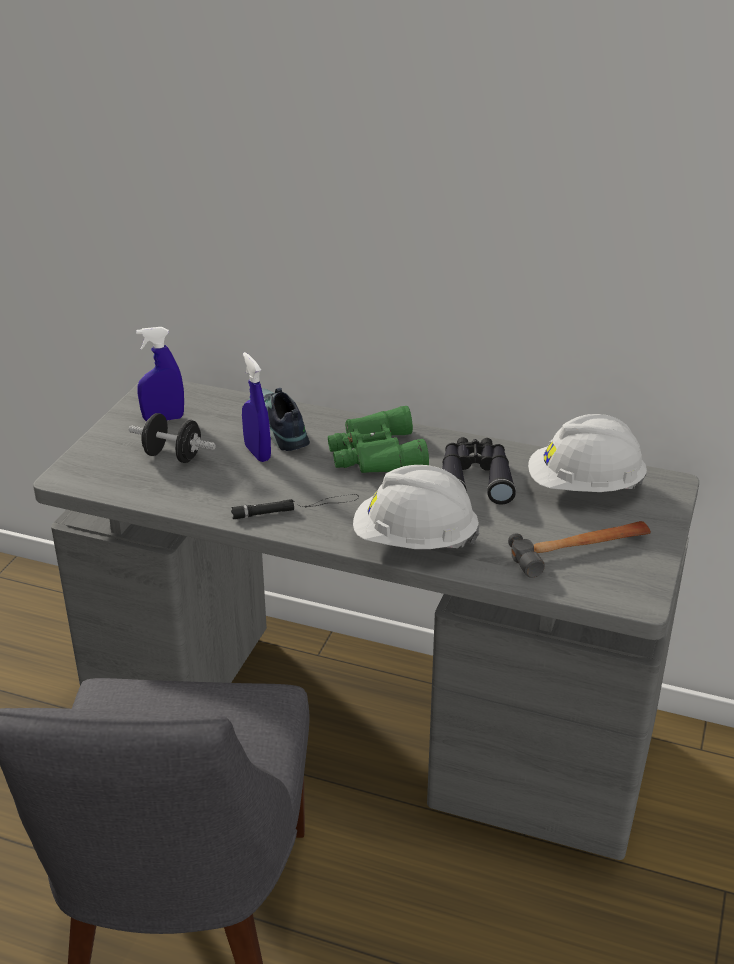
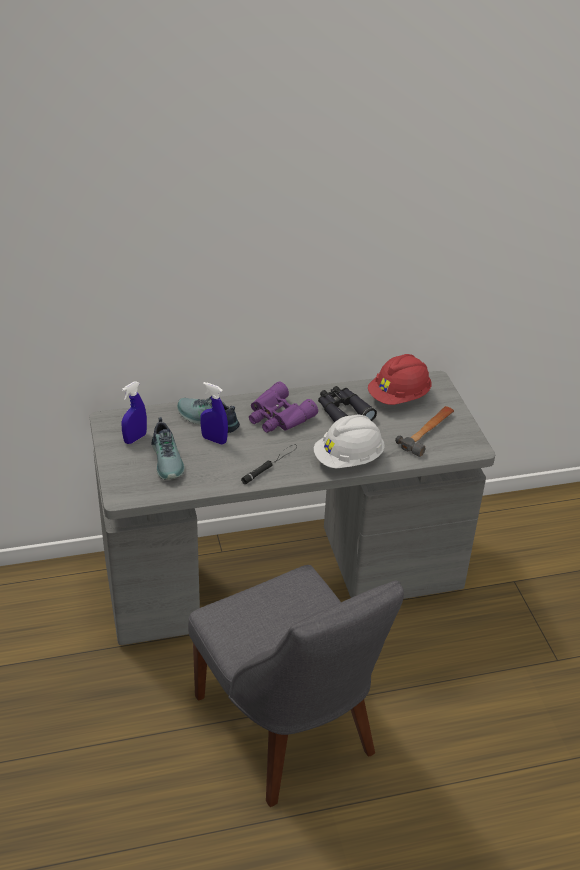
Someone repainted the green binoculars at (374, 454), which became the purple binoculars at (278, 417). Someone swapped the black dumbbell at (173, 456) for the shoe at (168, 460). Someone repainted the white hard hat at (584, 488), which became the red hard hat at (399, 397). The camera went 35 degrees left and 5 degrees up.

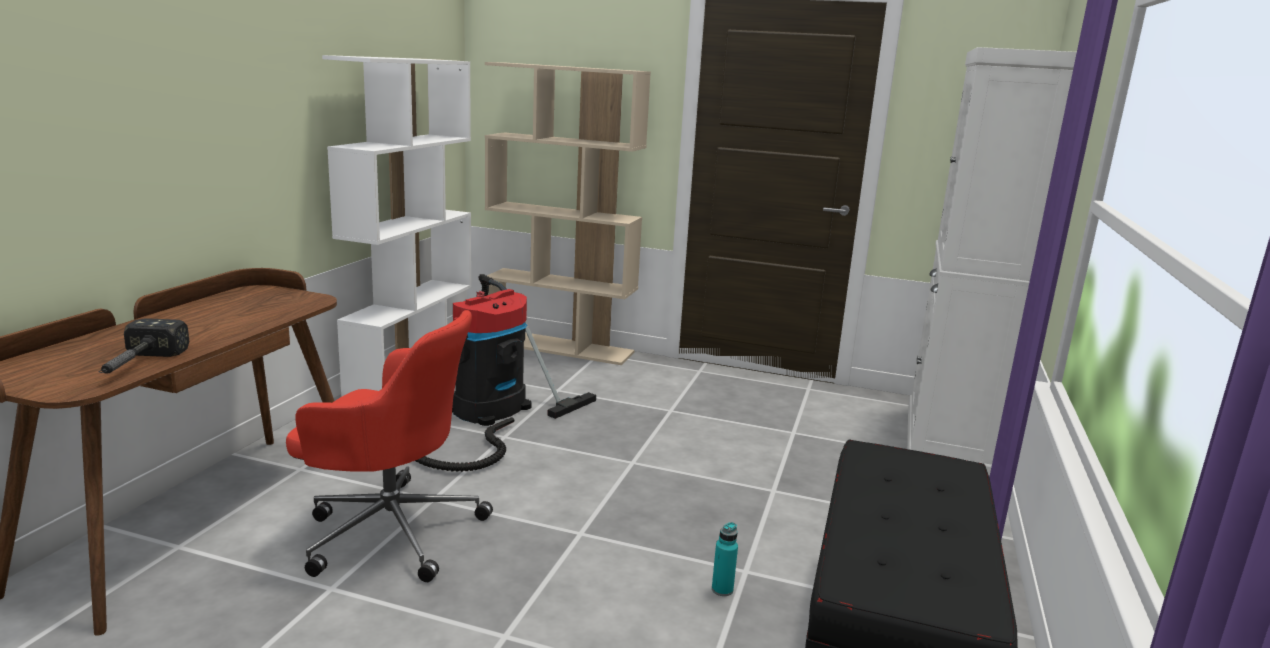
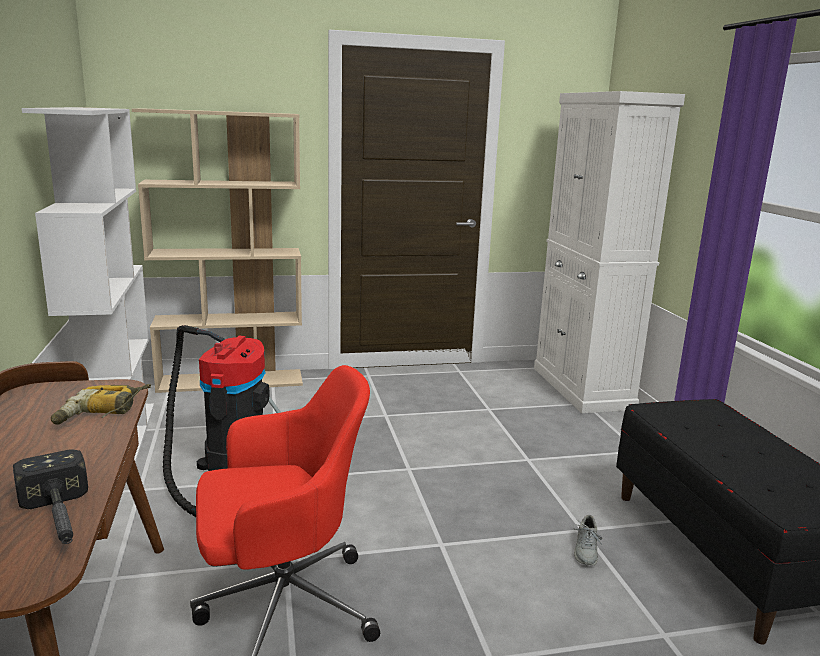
Someone swapped the turquoise bottle at (722, 589) for the grey shoe at (585, 550). Someone put down the power drill at (102, 413). The camera went 30 degrees left and 0 degrees up.

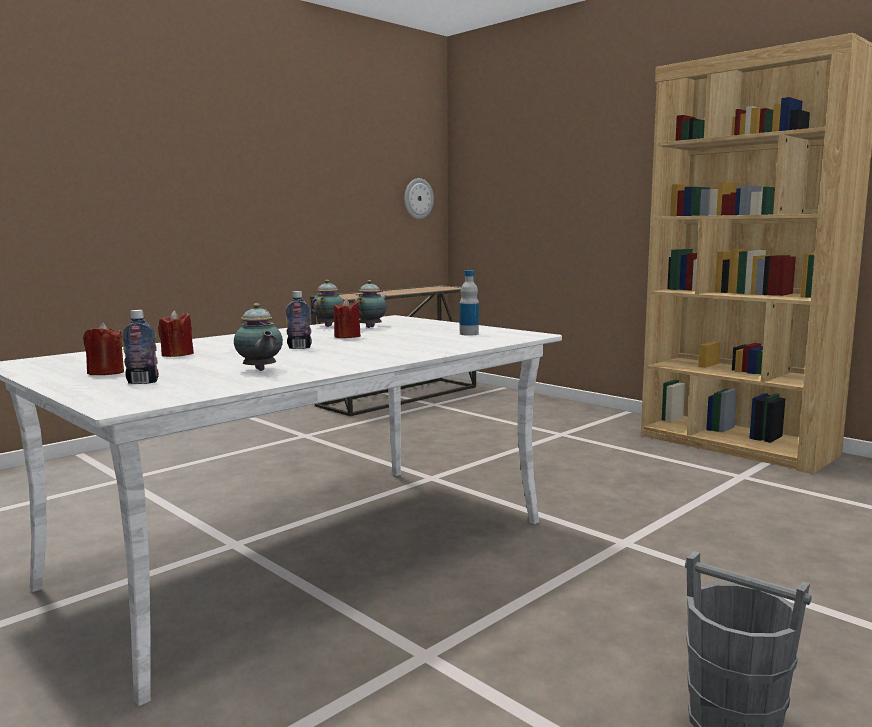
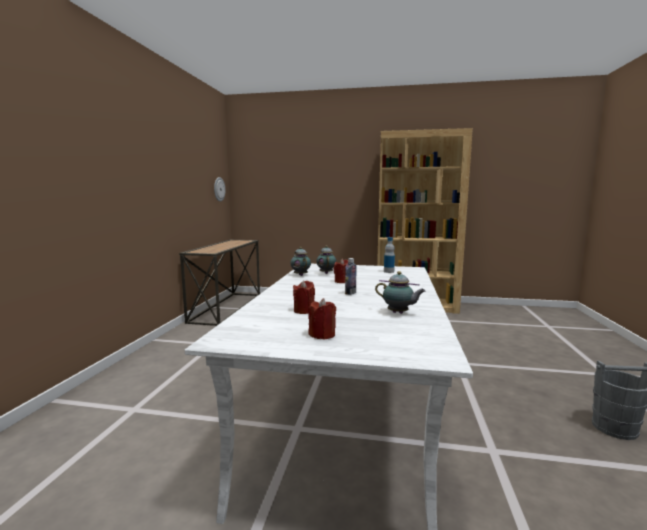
Someone took away the bottle at (142, 382). The camera went 35 degrees left and 0 degrees up.

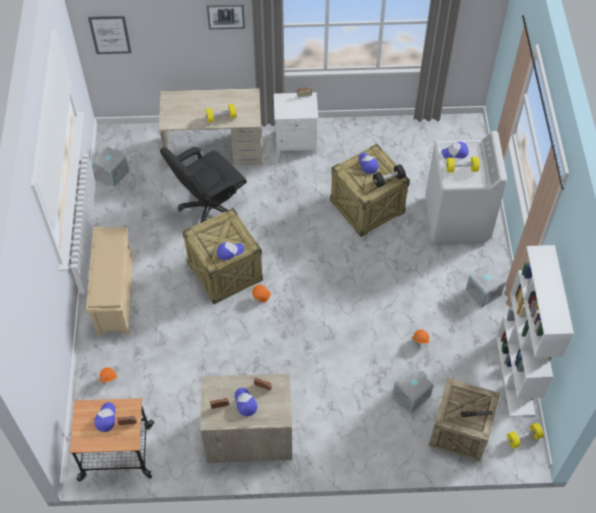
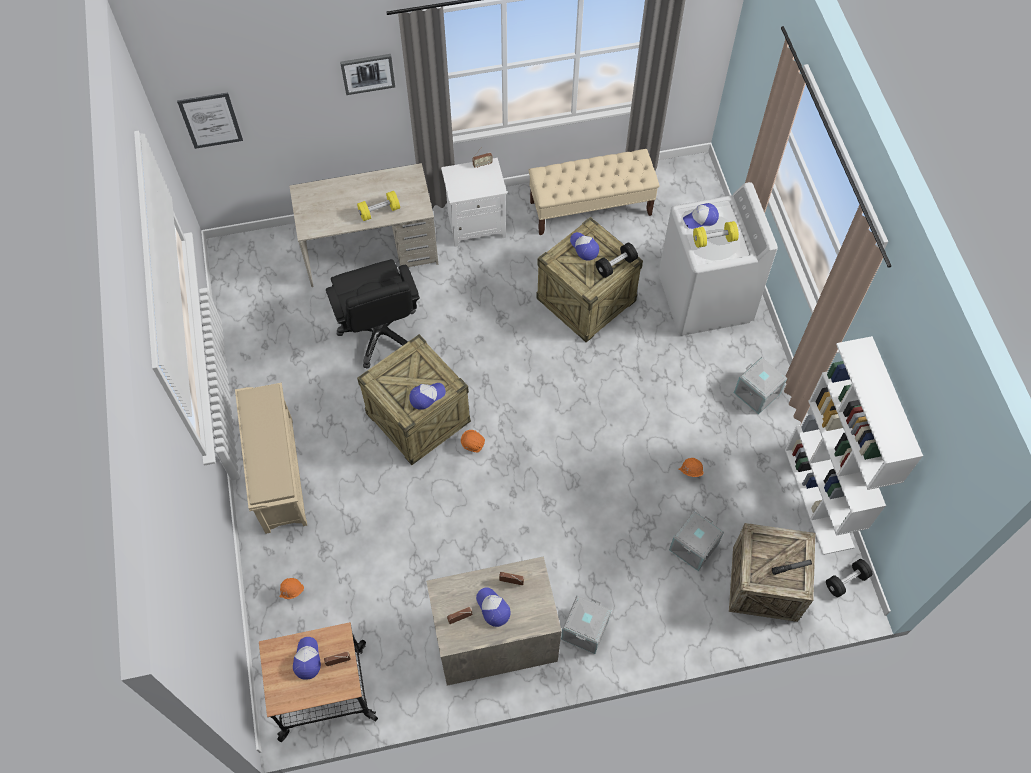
Someone carried the grey storage box from (112, 173) to (584, 629). Someone rotated the black office chair at (209, 208) by 60 degrees counterclockwise. Someone repainted the yellow dumbbell at (523, 438), which became the black dumbbell at (846, 581). Someone put down the beige bench at (591, 208). The camera went 10 degrees left and 5 degrees up.

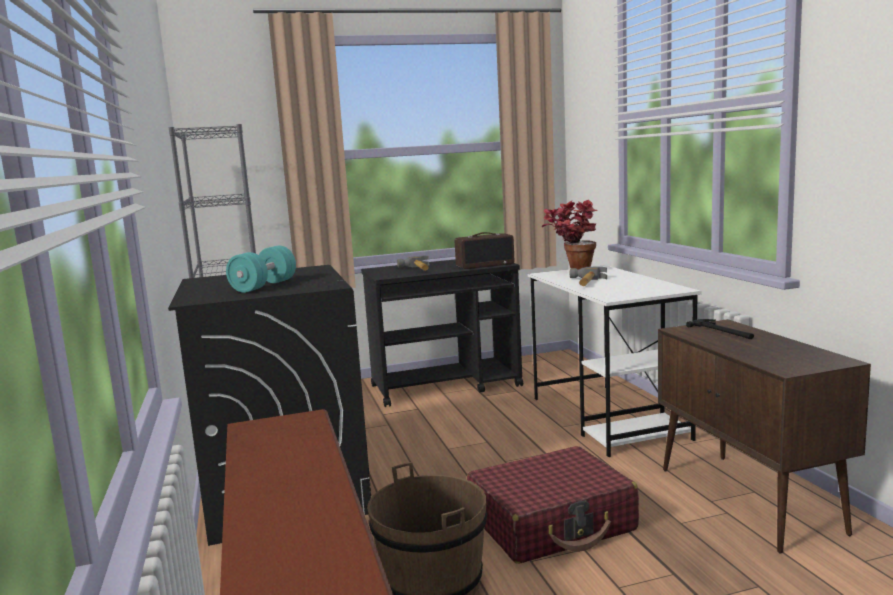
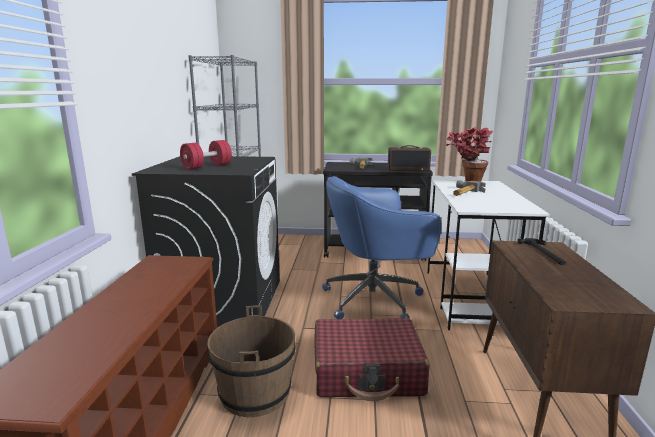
Someone repainted the turquoise dumbbell at (264, 286), which became the red dumbbell at (207, 166). Someone put down the blue office chair at (375, 299). The camera went 20 degrees right and 5 degrees up.

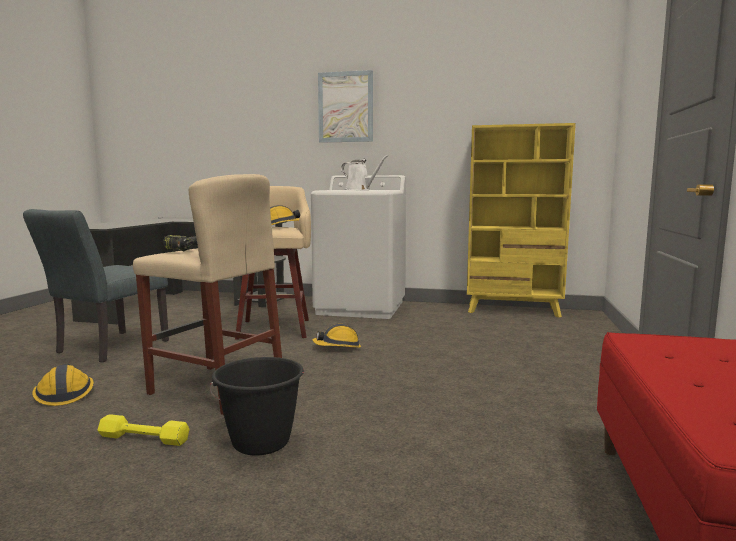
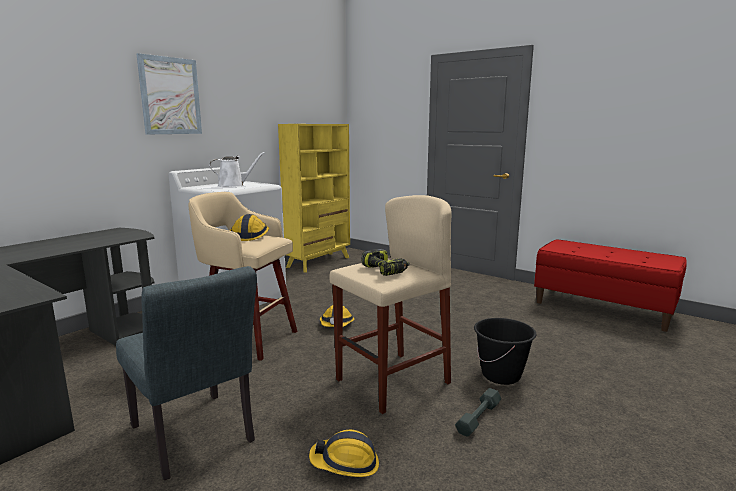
Someone repainted the yellow dumbbell at (143, 439), which became the grey dumbbell at (479, 418). The camera went 65 degrees left and 5 degrees up.

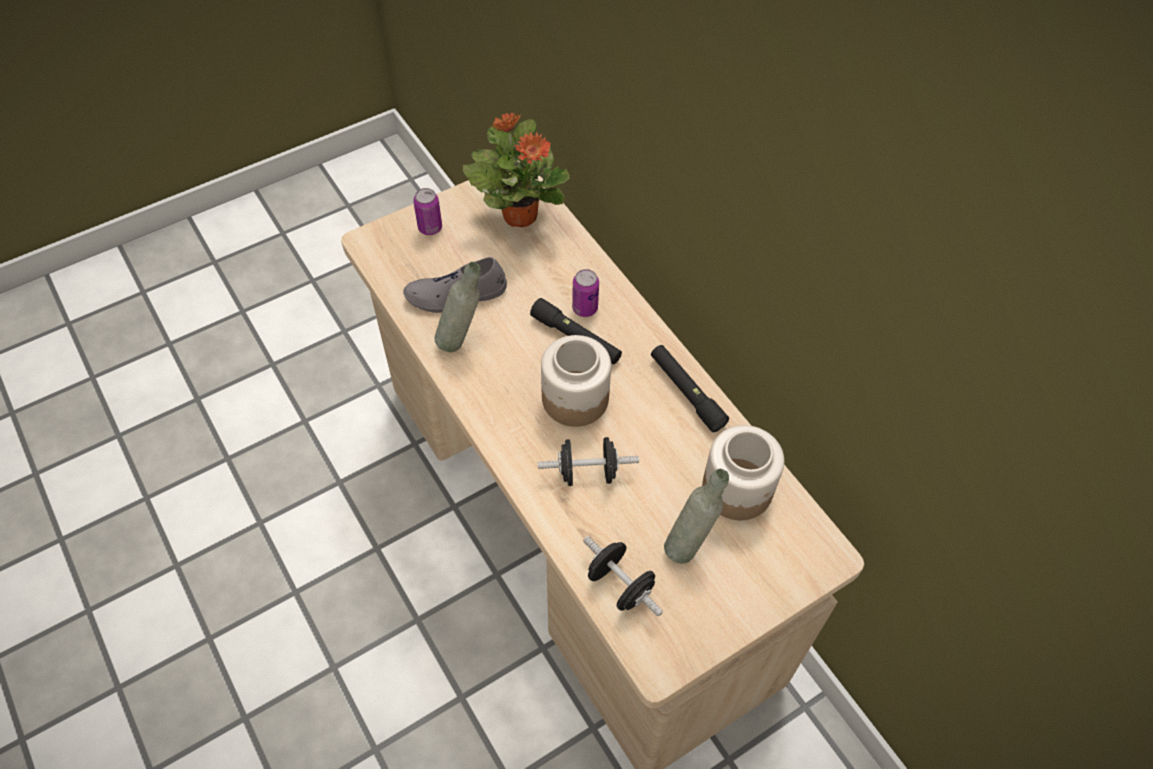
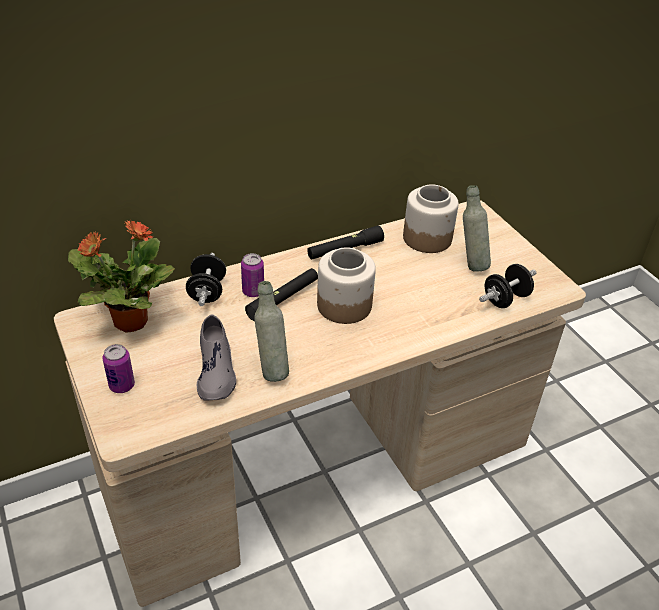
Someone carried the black dumbbell from (587, 472) to (207, 292). The camera went 85 degrees left and 15 degrees down.

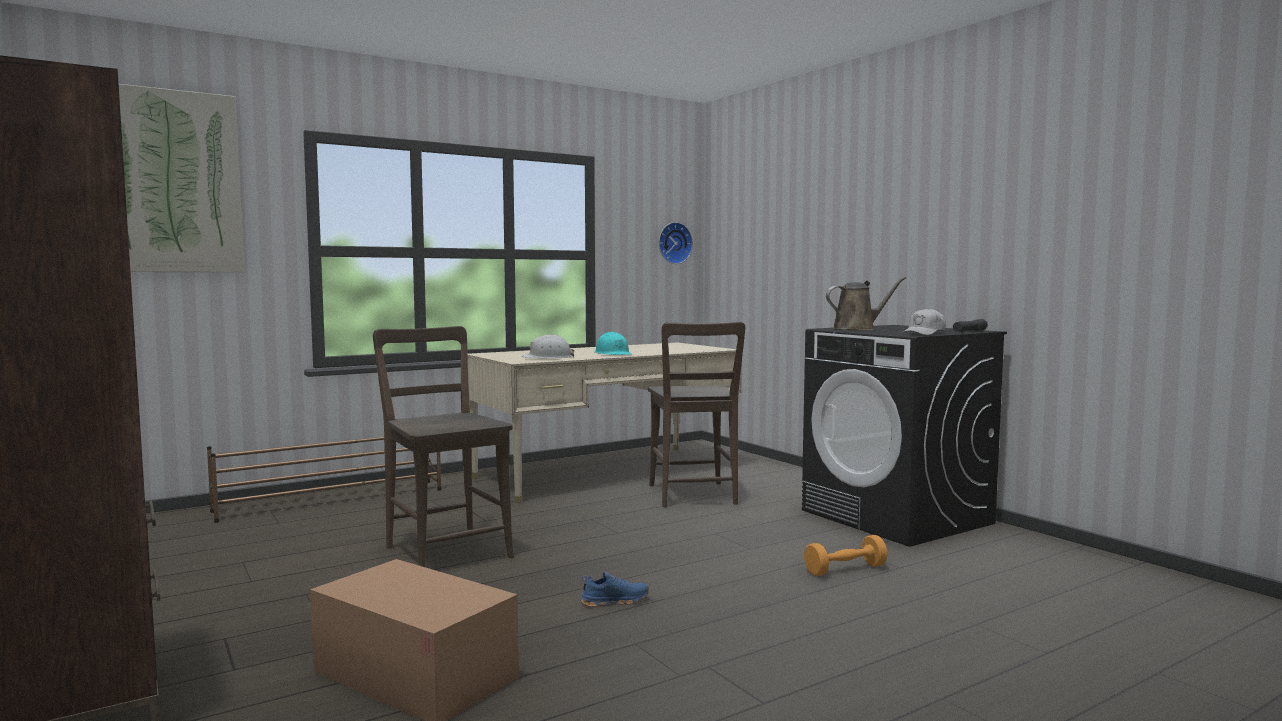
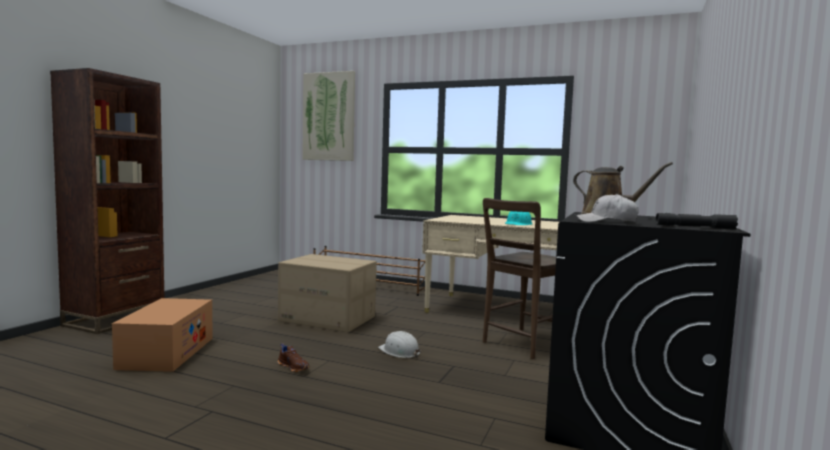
Someone took away the wall clock at (673, 243). Someone swapped the brown chair at (445, 550) for the cardboard box at (328, 318). Someone carried the white hard hat from (548, 357) to (399, 351). Someone took away the orange dumbbell at (845, 570). Someone repainted the blue shoe at (614, 601), which became the brown shoe at (294, 367). The camera went 55 degrees right and 0 degrees up.

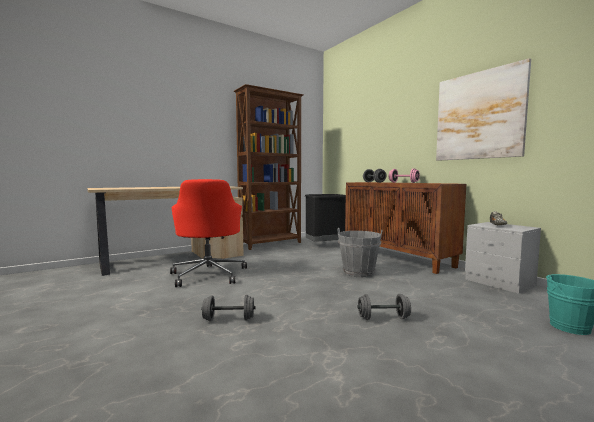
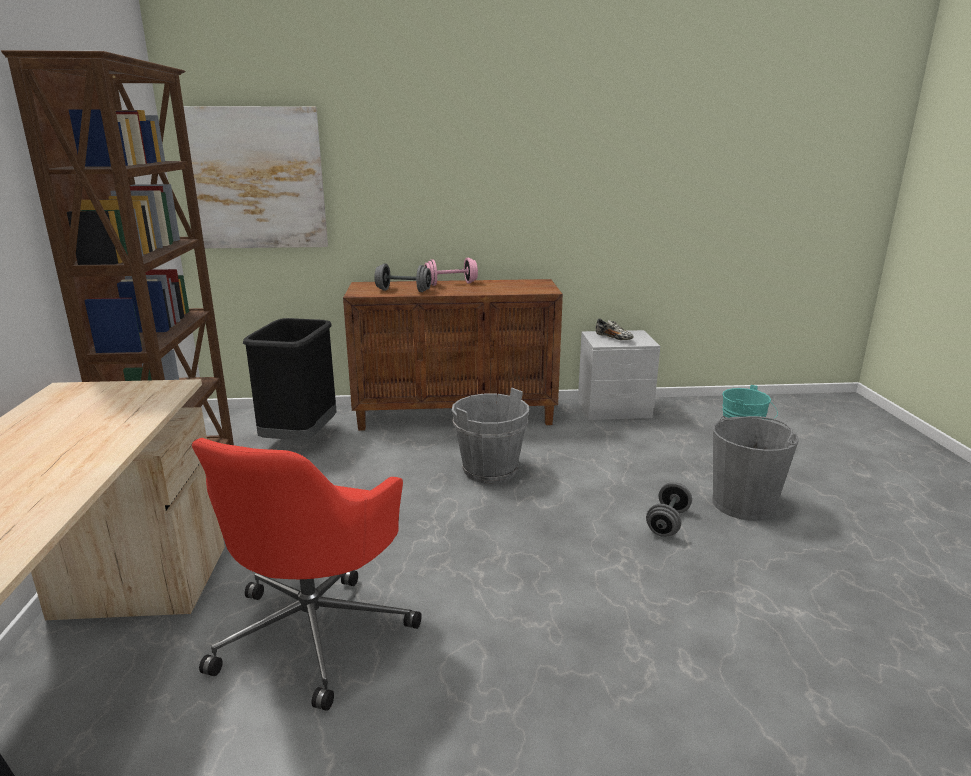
Someone carried the picture from (479, 116) to (254, 179). Someone rotated the red office chair at (209, 274) by 90 degrees clockwise. Someone took away the grey dumbbell at (229, 319). Someone put down the grey bucket at (744, 504). The camera went 60 degrees left and 15 degrees up.

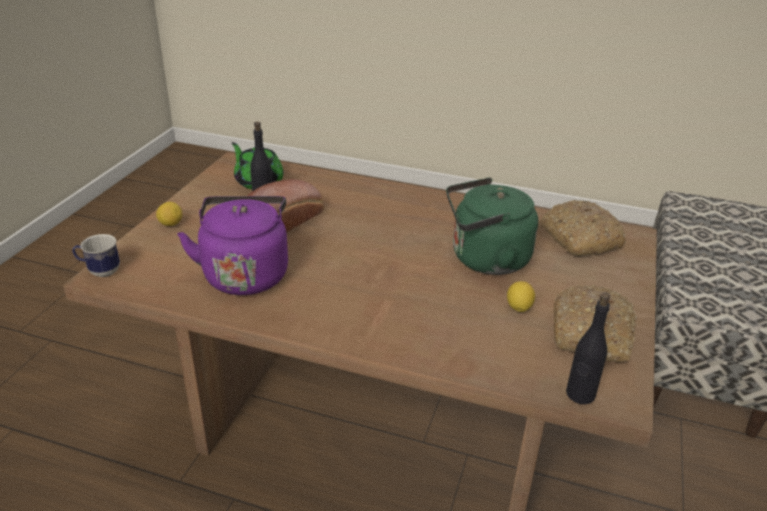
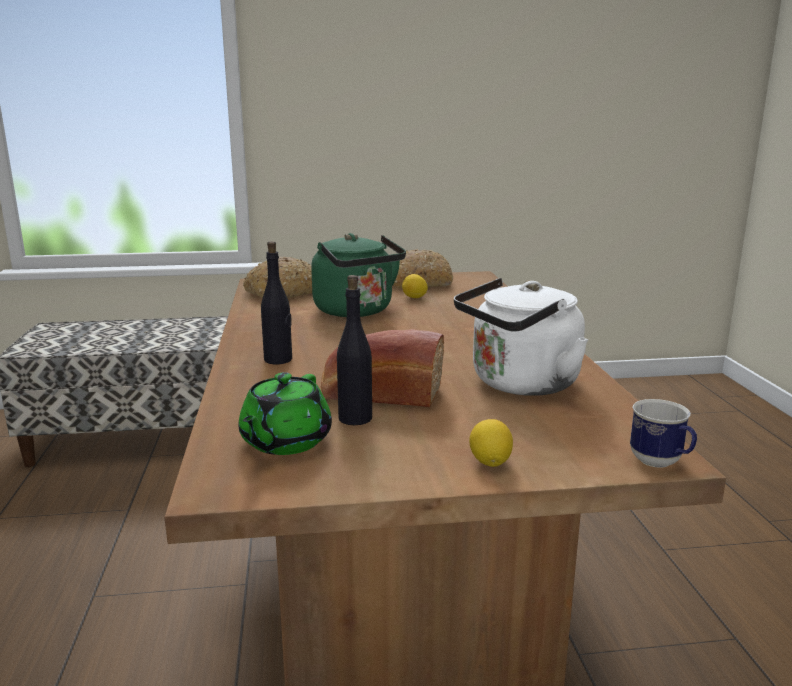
Someone repainted the purple kettle at (245, 273), which became the white kettle at (519, 384). Someone carried the black bottle from (580, 394) to (278, 360). The camera went 115 degrees left and 15 degrees down.

